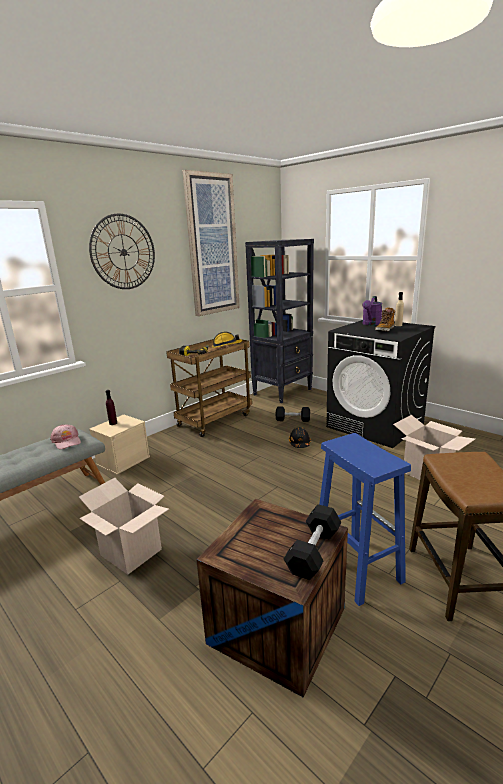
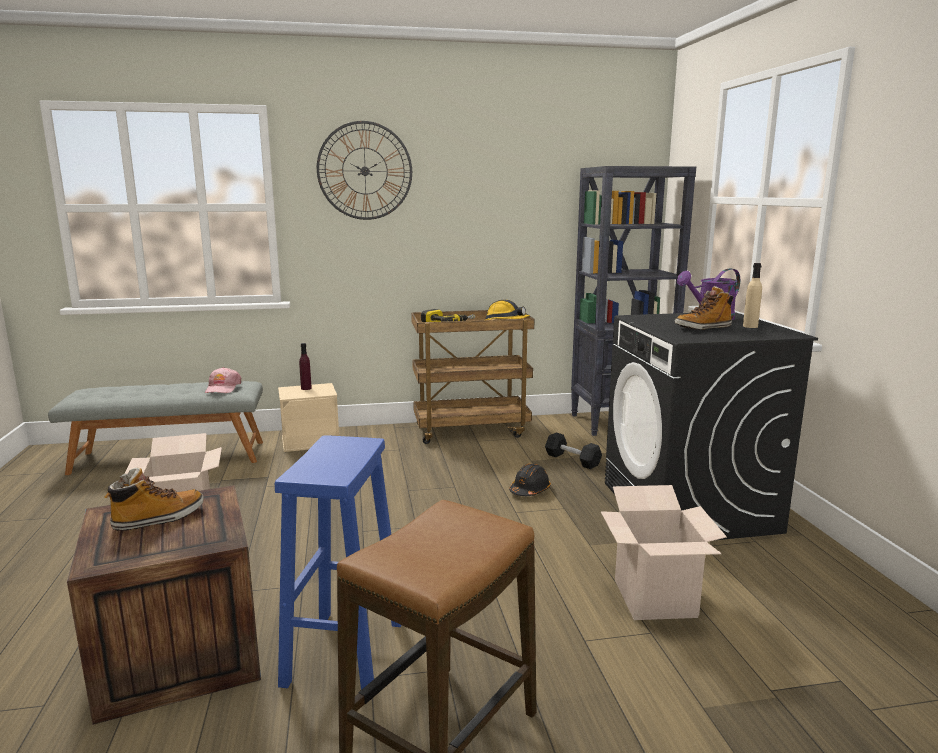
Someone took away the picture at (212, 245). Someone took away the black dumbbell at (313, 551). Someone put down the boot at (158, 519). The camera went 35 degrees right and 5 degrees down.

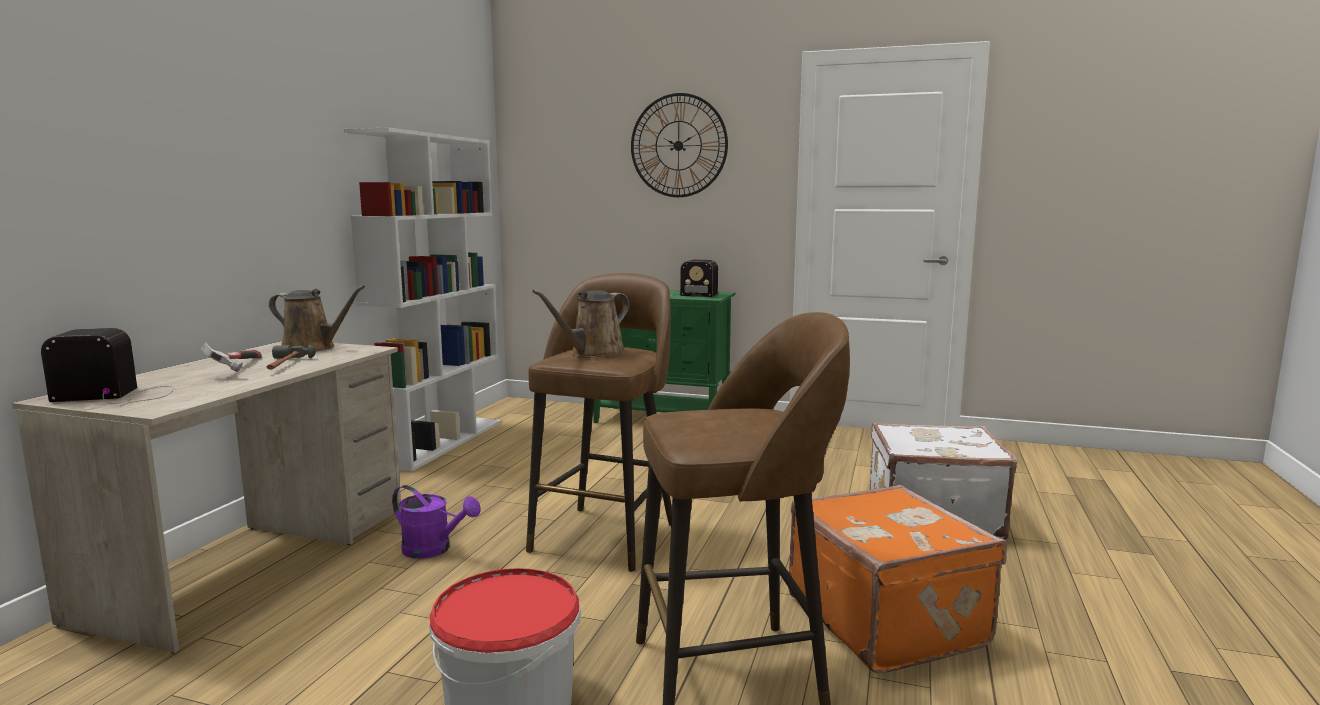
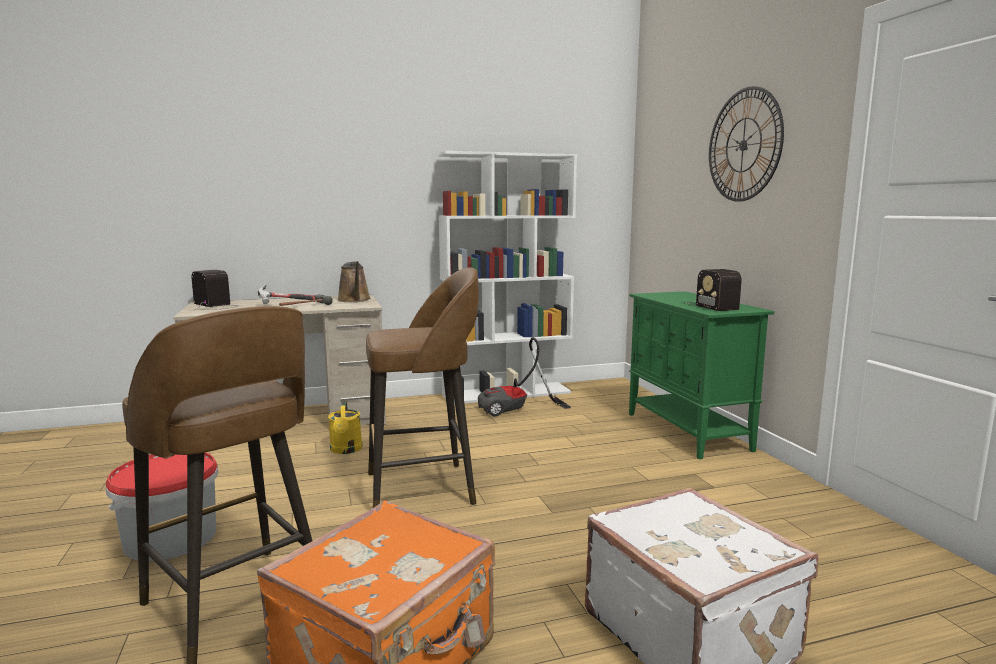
Someone took away the brown watering can at (593, 353). Someone repainted the purple watering can at (434, 550), which became the yellow watering can at (346, 450). Someone put down the vacuum cleaner at (517, 410). The camera went 55 degrees right and 0 degrees up.

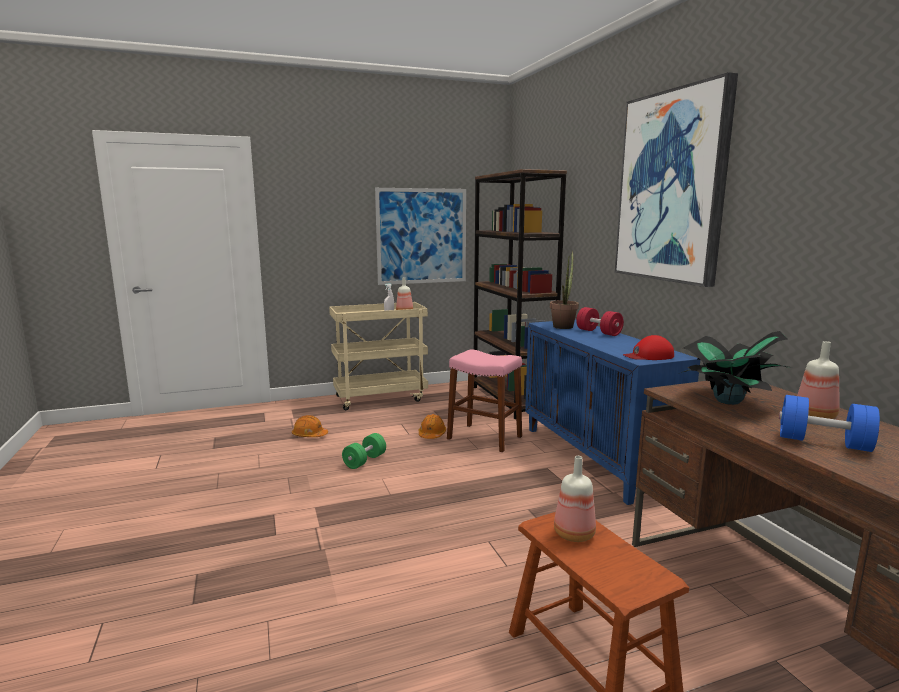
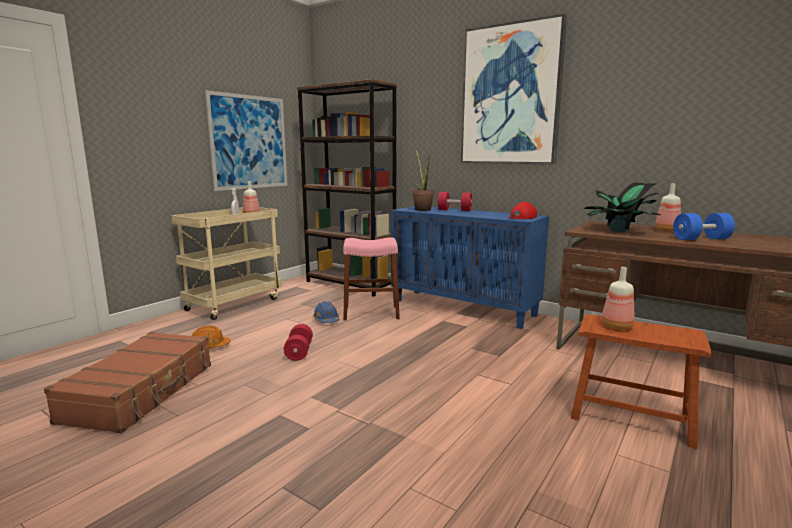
Someone repainted the orange hard hat at (432, 434), which became the blue hard hat at (326, 320). Someone repainted the green dumbbell at (364, 461), which became the red dumbbell at (299, 352). Someone put down the brown suitcase at (142, 392). The camera went 35 degrees left and 0 degrees up.

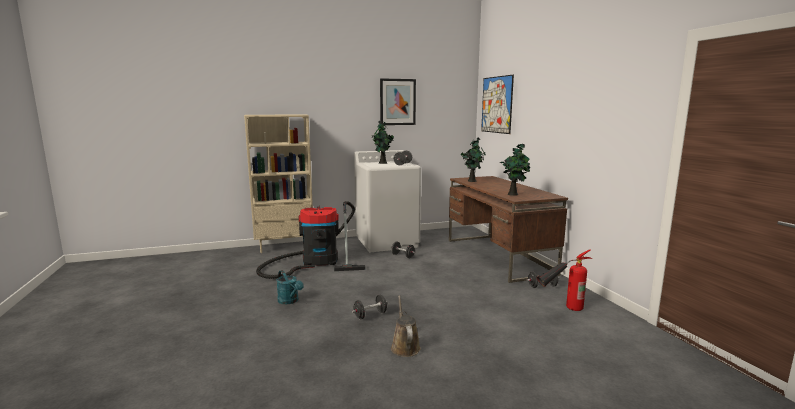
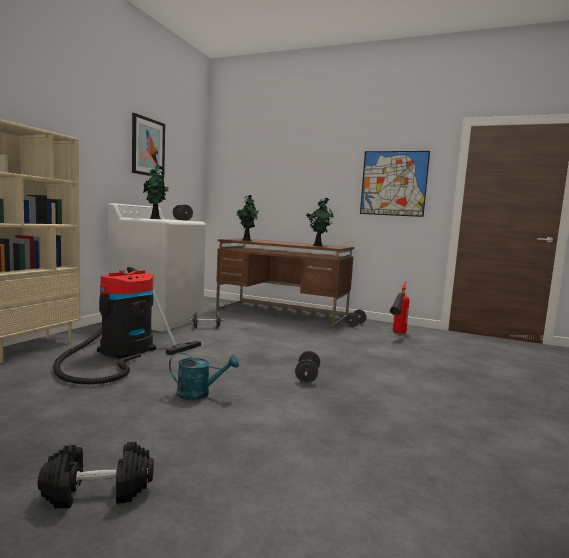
Someone carried the picture from (496, 104) to (393, 183). Someone took away the brown watering can at (404, 346). Someone put down the black dumbbell at (99, 491). The camera went 50 degrees left and 5 degrees down.

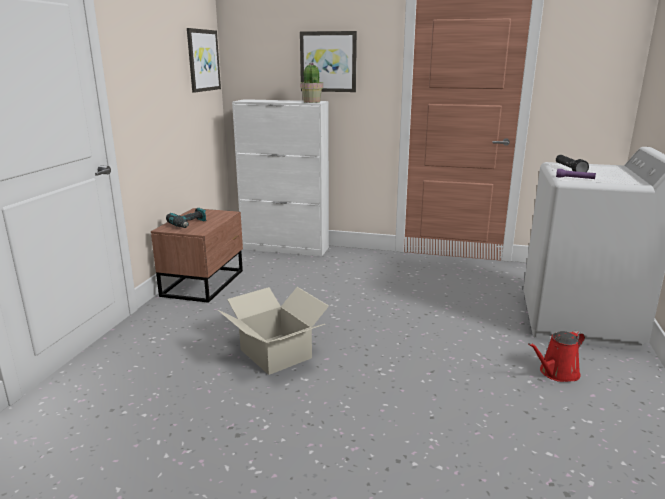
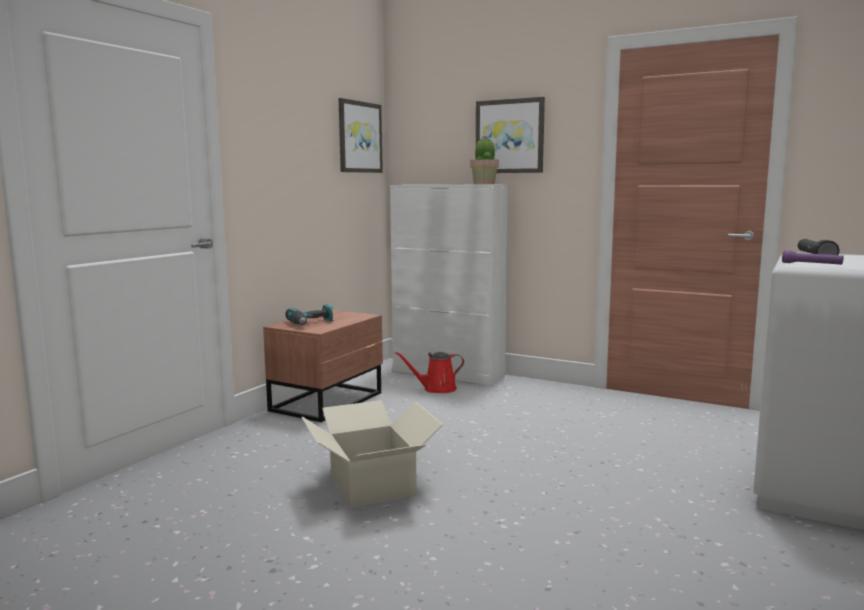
Someone carried the red watering can from (556, 373) to (436, 389). The camera went 15 degrees right and 10 degrees down.

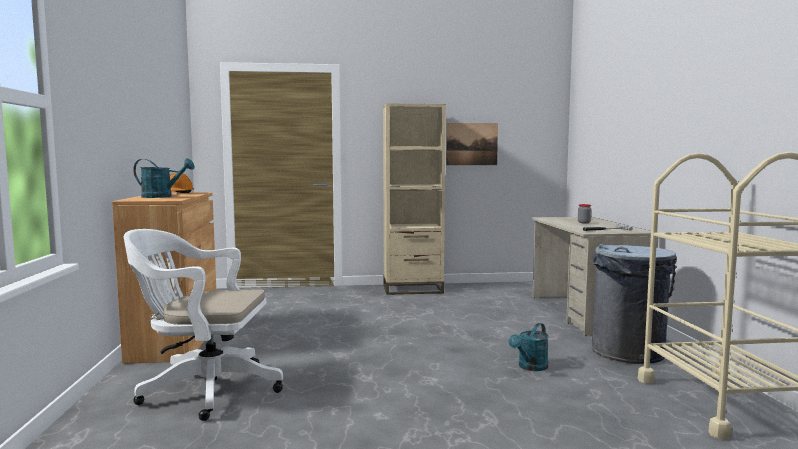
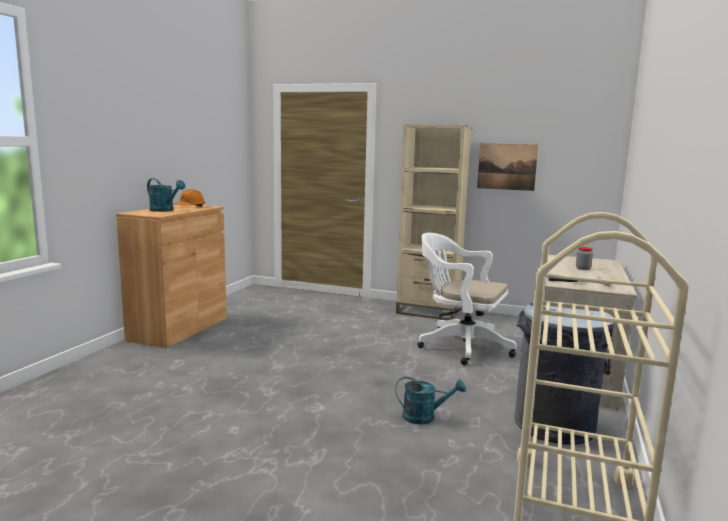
Someone carried the white office chair from (204, 389) to (460, 346). Someone rotated the turquoise watering can at (530, 367) by 150 degrees counterclockwise. The camera went 25 degrees right and 5 degrees up.

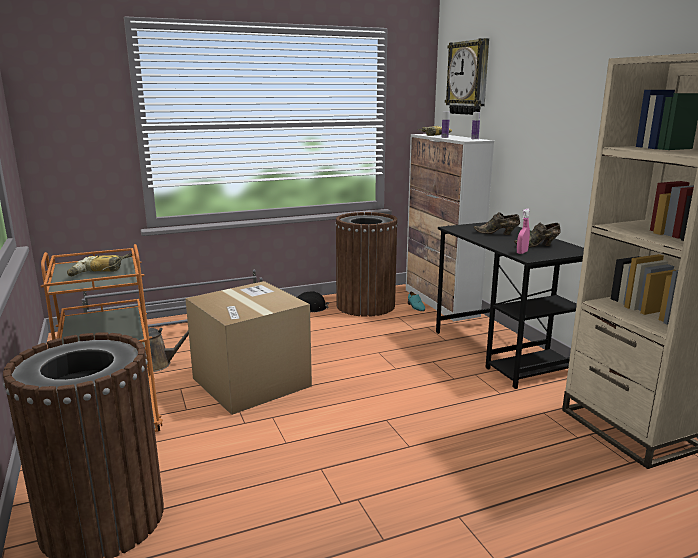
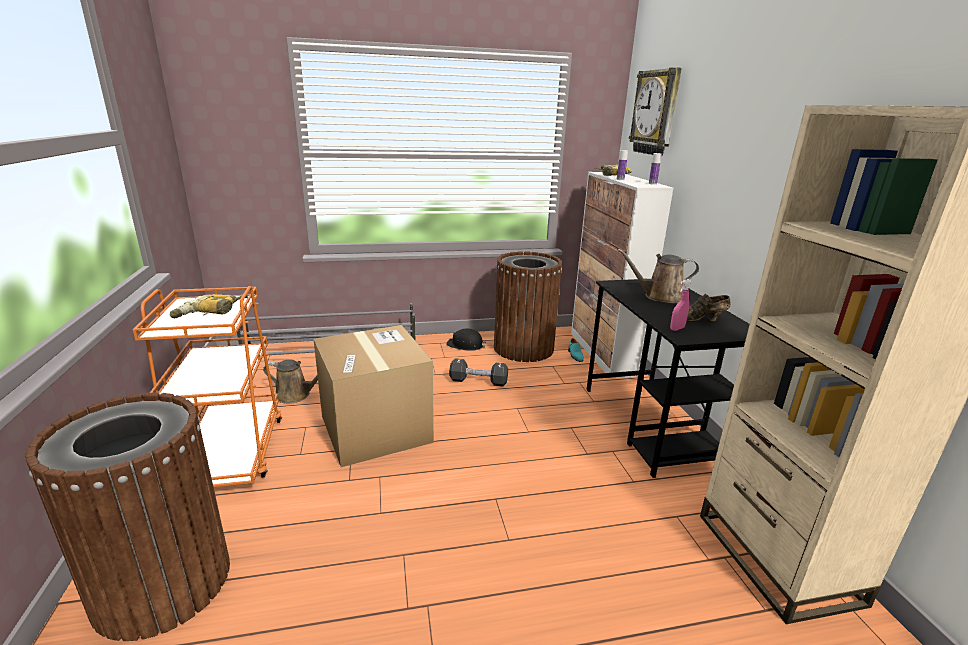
Someone swapped the brown shoe at (497, 233) for the brown watering can at (659, 297). Someone put down the black dumbbell at (478, 381). The camera went 10 degrees right and 5 degrees up.

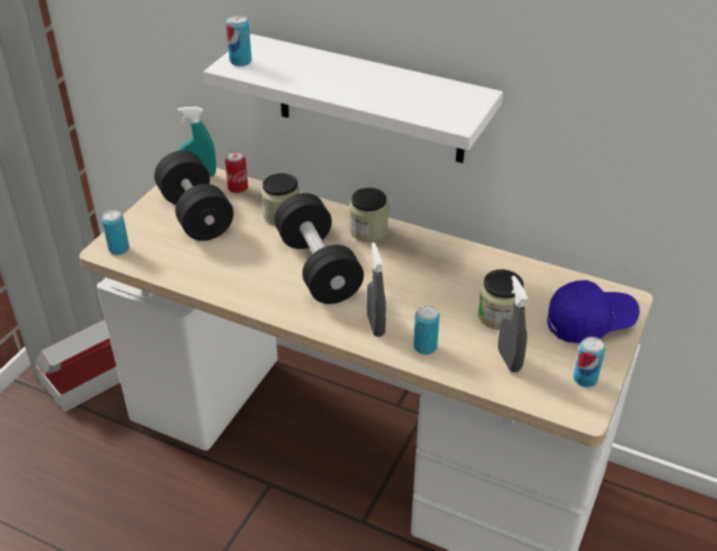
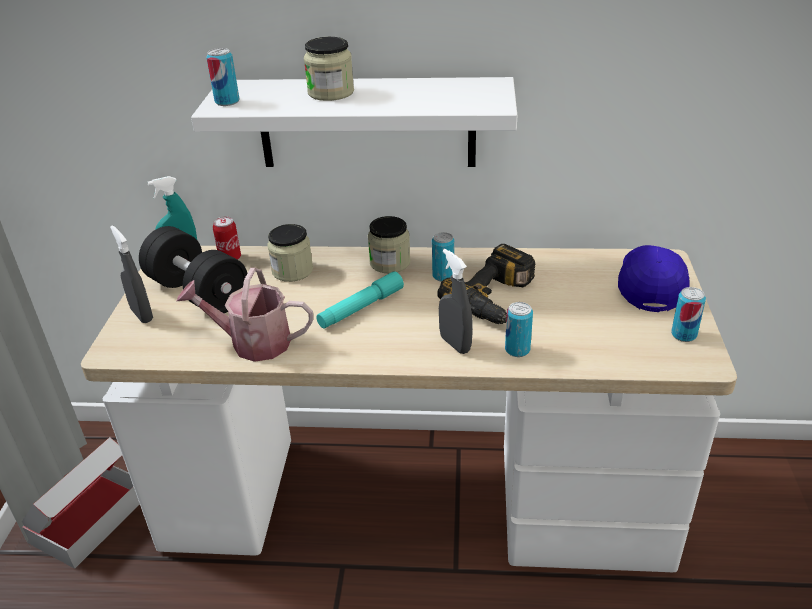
Someone swapped the black dumbbell at (318, 268) for the turquoise flashlight at (361, 308). Someone carried the can from (119, 249) to (443, 276). Someone carried the jar from (499, 316) to (331, 92). Someone carried the grey spray bottle from (509, 360) to (142, 315). Someone rotated the blue cap at (589, 322) by 45 degrees counterclockwise. Someone put down the power drill at (498, 299). Someone put down the watering can at (252, 342). The camera went 20 degrees left and 5 degrees down.

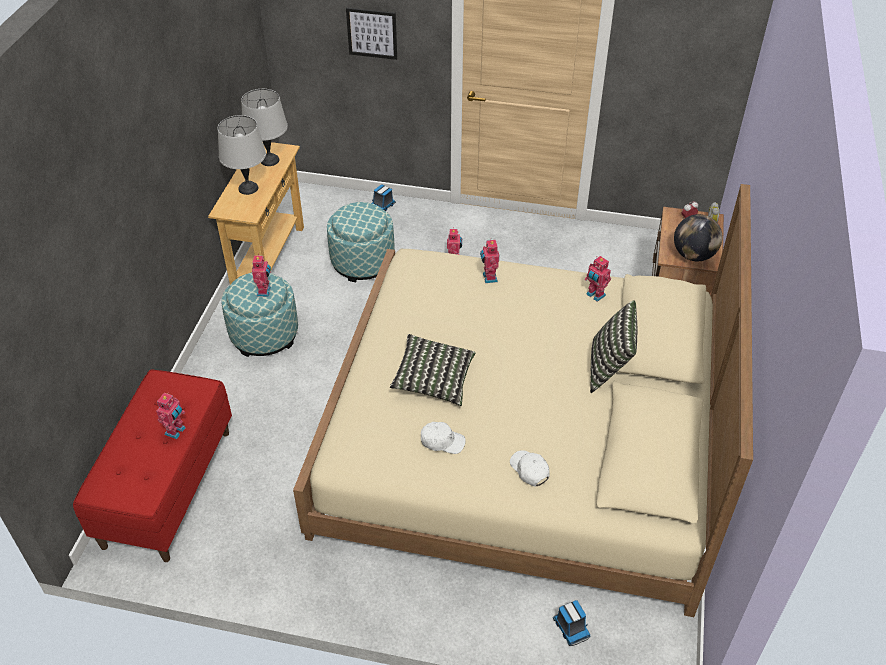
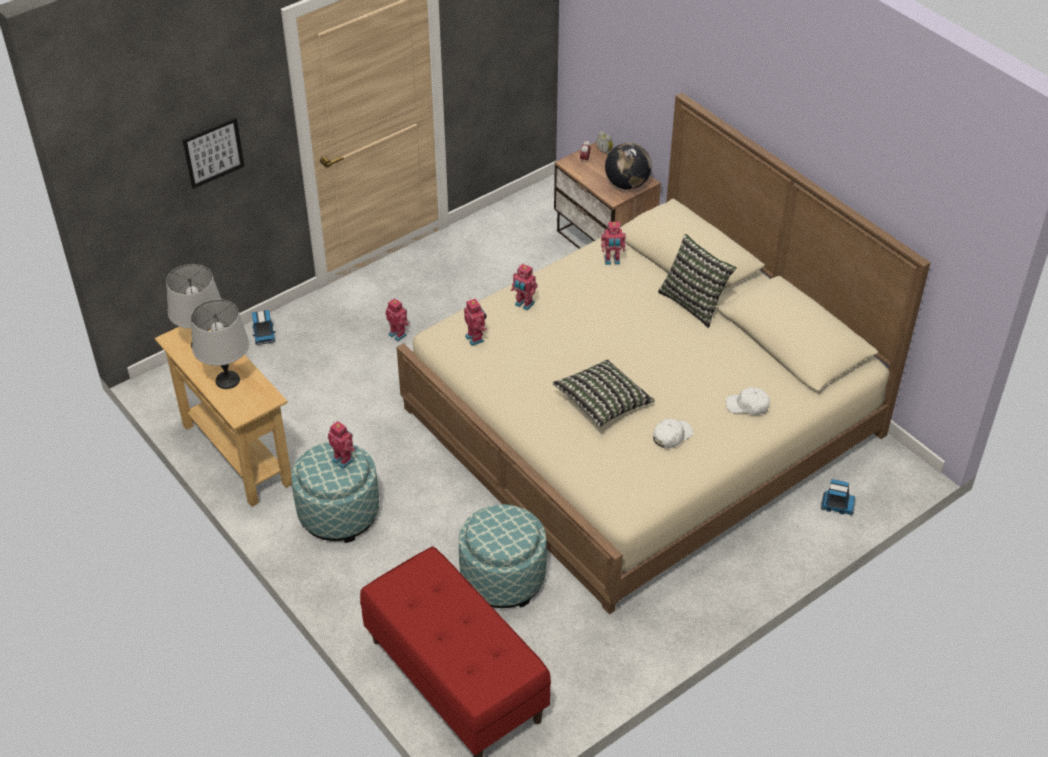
Someone carried the ottoman from (362, 262) to (503, 578). Someone carried the toy robot from (176, 431) to (476, 338). The camera went 50 degrees left and 0 degrees up.

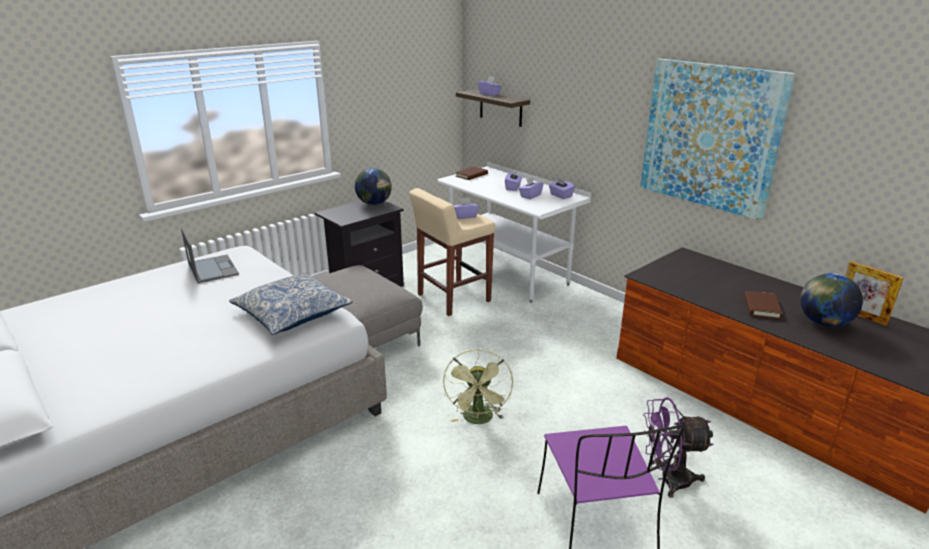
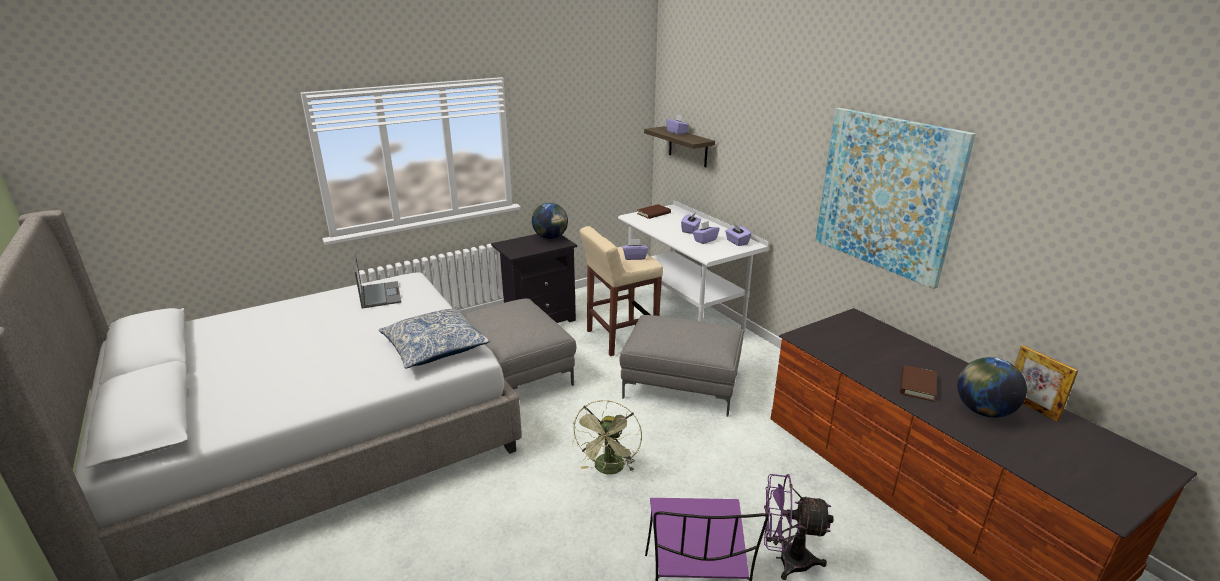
Someone put down the grey ottoman at (682, 385). The camera went 10 degrees right and 0 degrees up.

